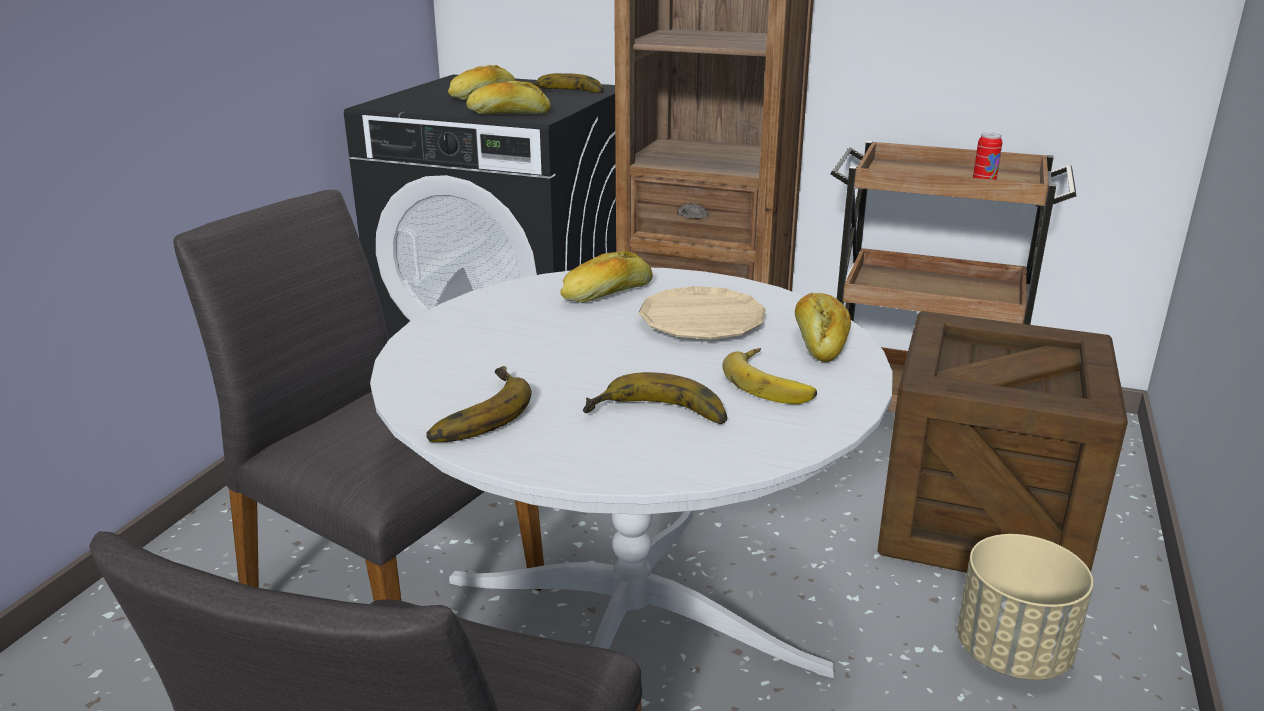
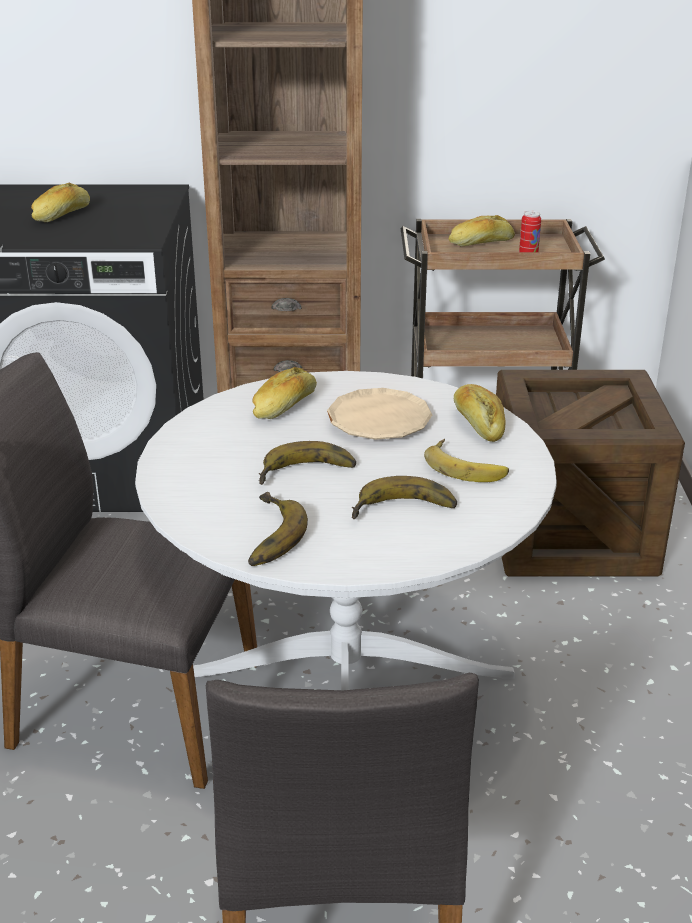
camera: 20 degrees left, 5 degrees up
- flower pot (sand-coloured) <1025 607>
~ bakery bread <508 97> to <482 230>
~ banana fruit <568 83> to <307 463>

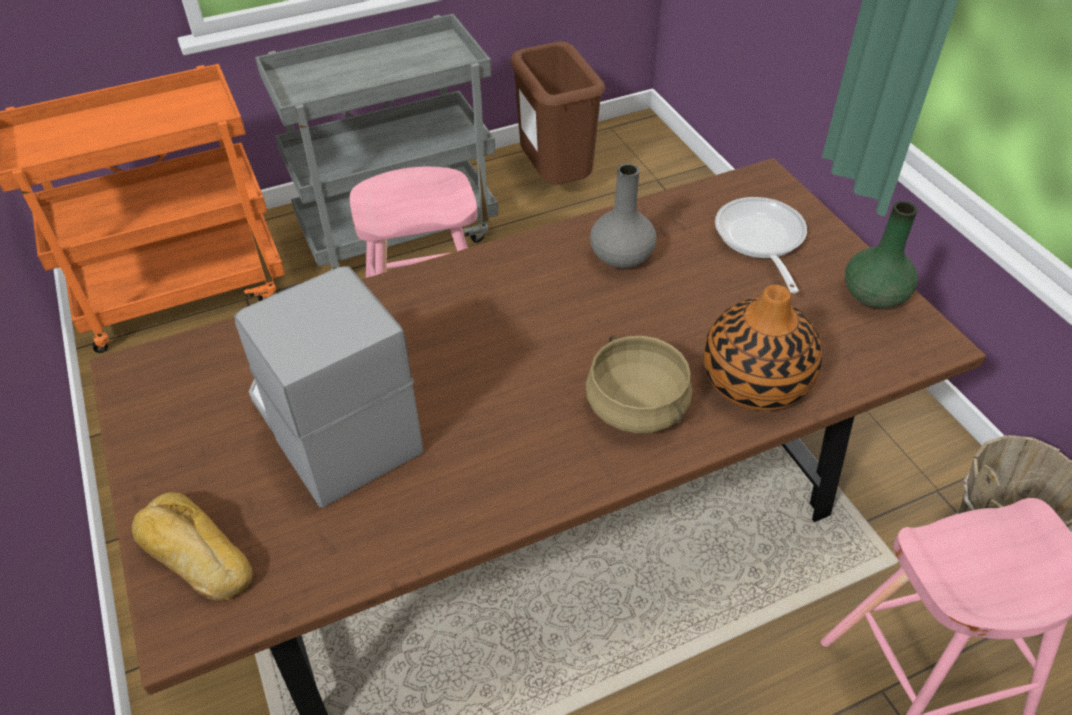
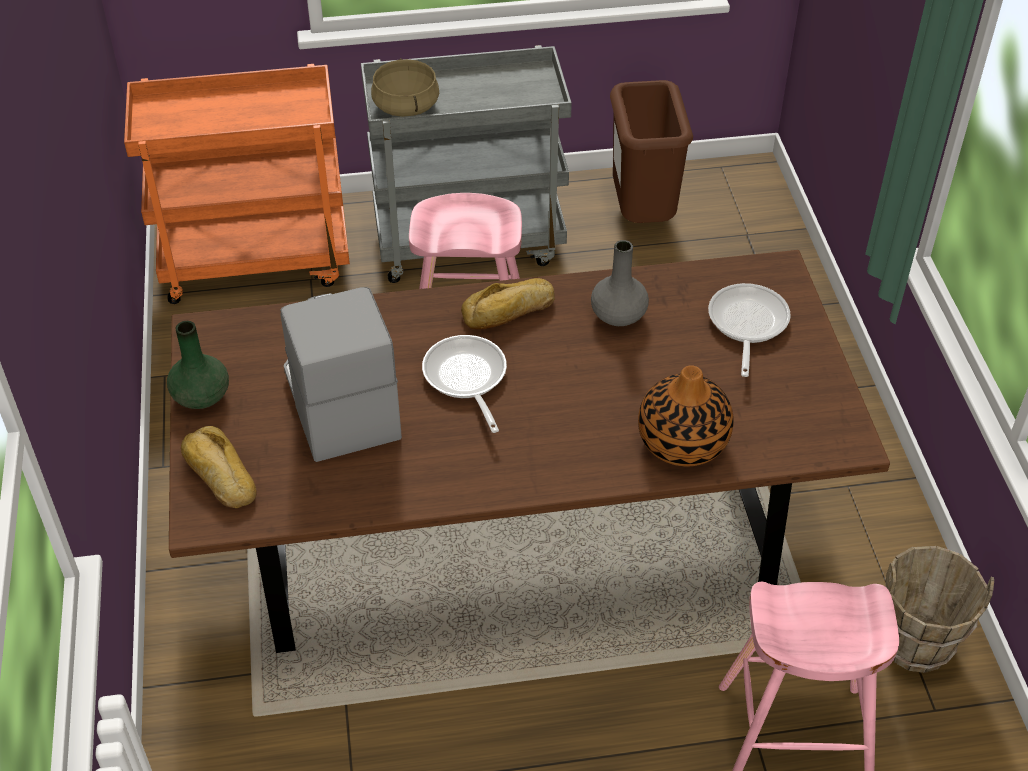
camera: 15 degrees right, 0 degrees up
+ frying pan <464 384>
+ bakery bread <508 304>
~ saucepot (sand-coloured) <639 384> to <405 87>
~ vase (green-coloured) <881 255> to <198 365>

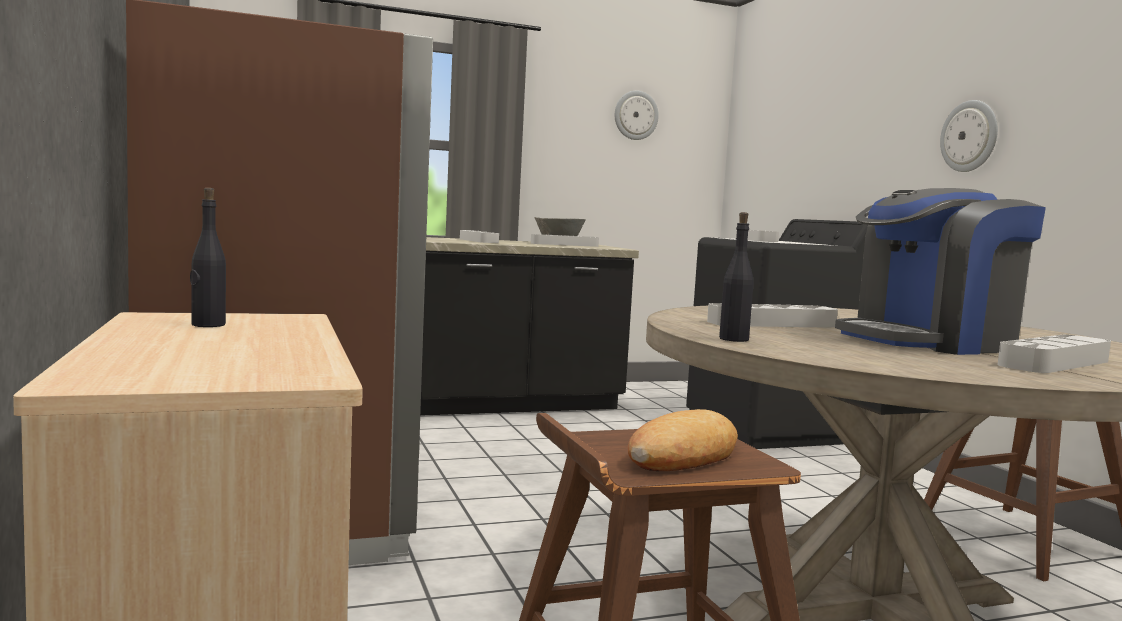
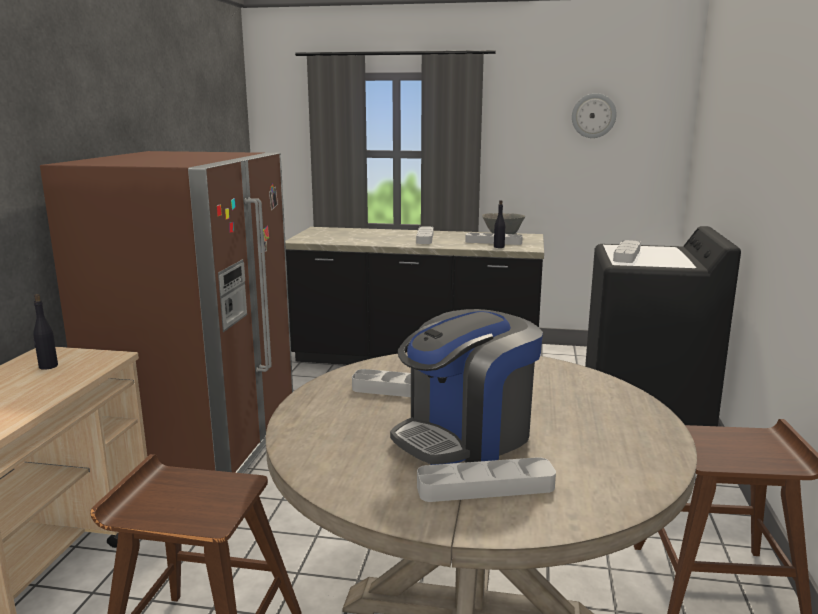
camera: 30 degrees right, 10 degrees up
- bakery bread <683 440>
- wall clock <969 136>
~ bottle (black) <736 277> to <499 224>
~ coffee brewer <940 271> = <466 387> 45 degrees counterclockwise

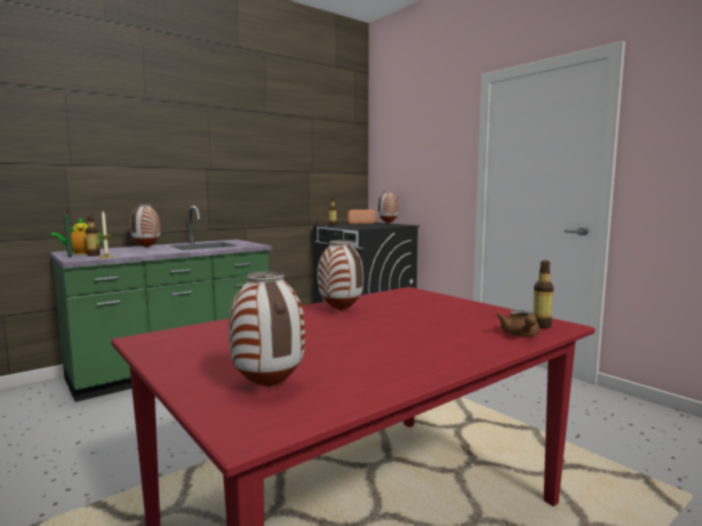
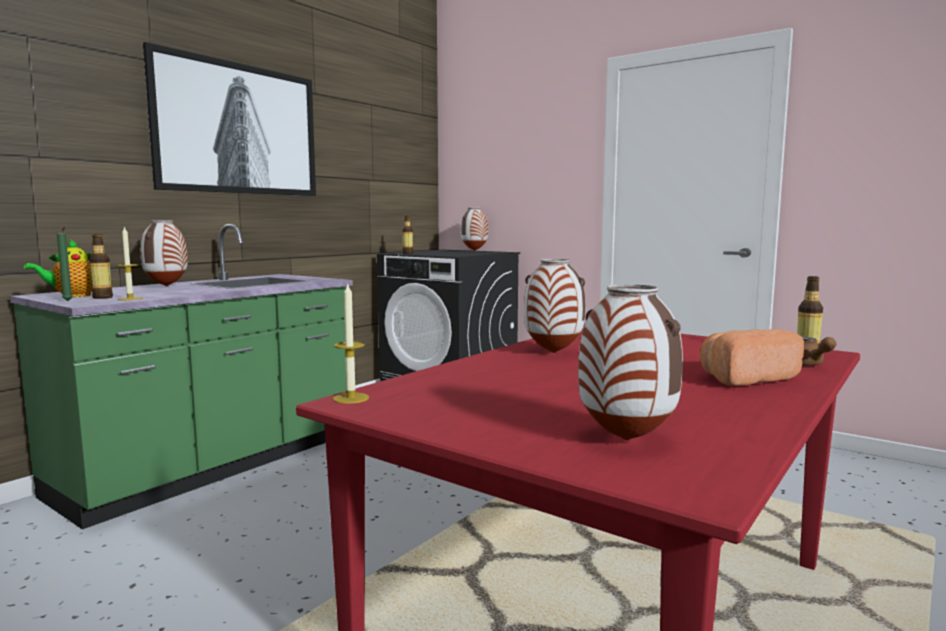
camera: 15 degrees left, 0 degrees up
+ picture <229 119>
+ candle <351 343>
~ bakery bread <361 217> to <752 357>

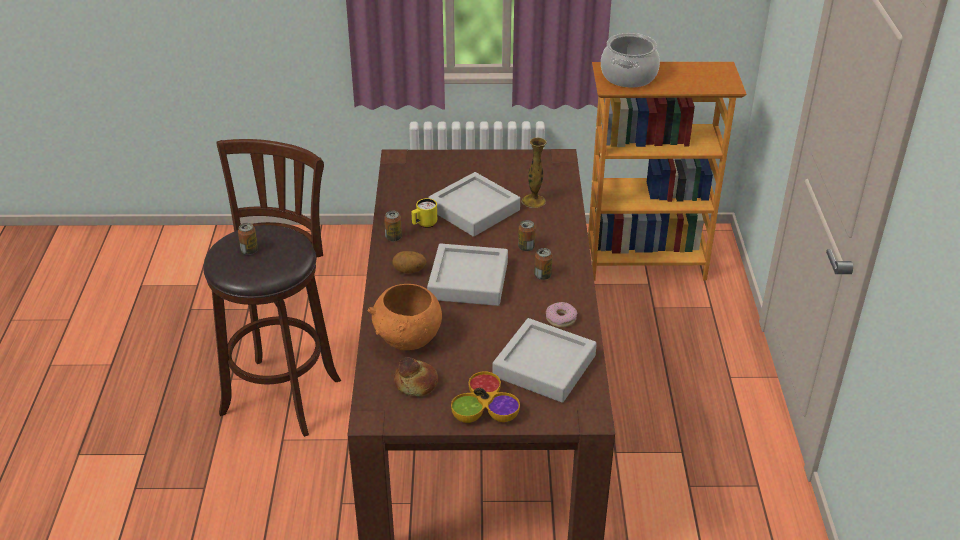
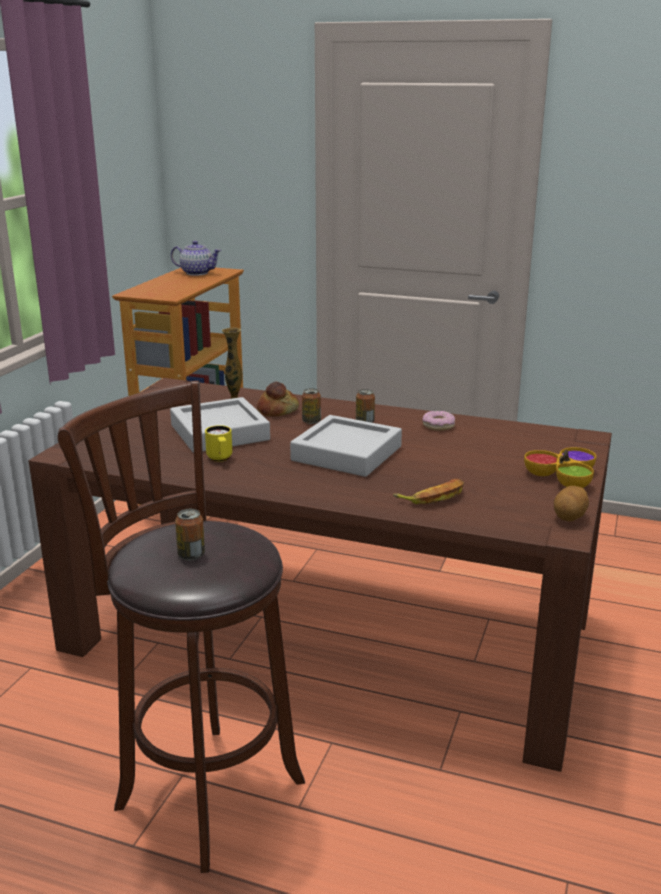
camera: 70 degrees left, 15 degrees down
- can <393 226>
- tray (grey) <544 360>
- saucepot <630 60>
+ pot for tea <196 258>
~ potato <409 262> to <571 503>
~ bakery bread <416 376> to <278 399>
~ bowl (orange-coloured) <405 317> to banana fruit <428 491>

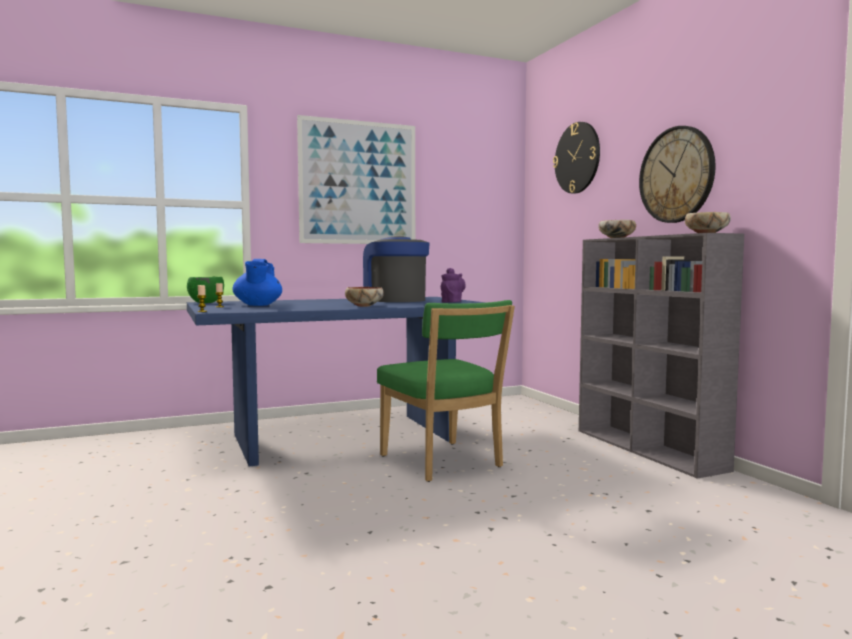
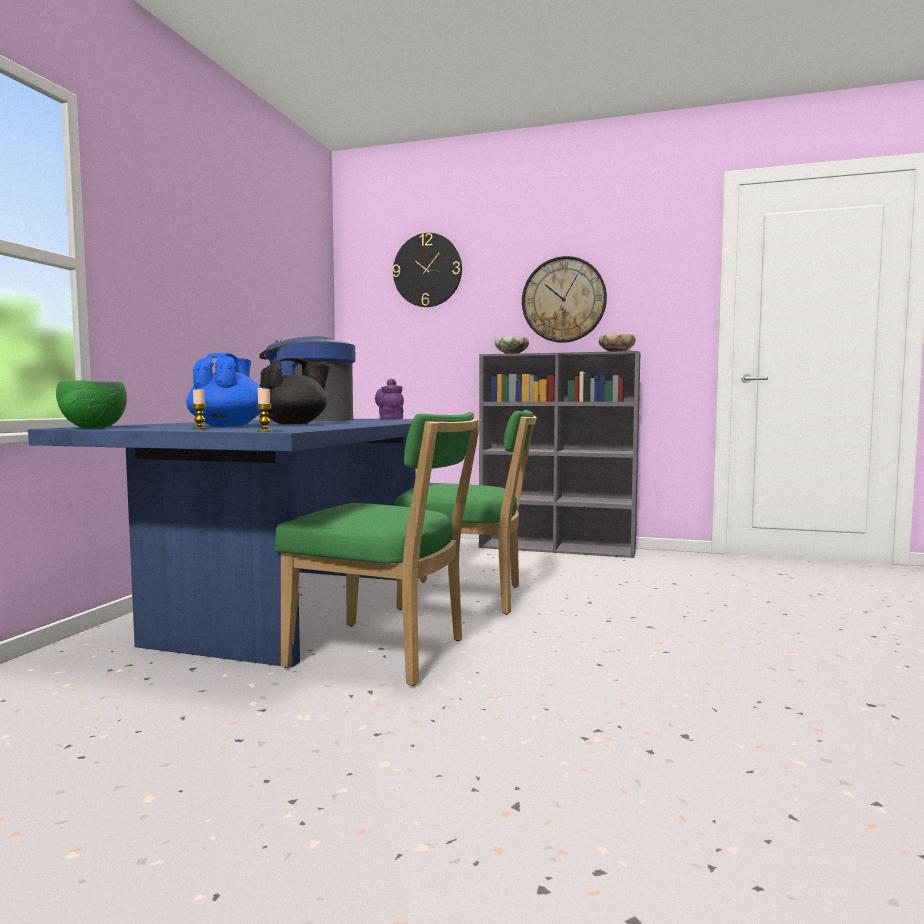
camera: 50 degrees left, 0 degrees up
- picture <356 179>
- bowl <364 297>
+ pot for tea (black) <295 391>
+ chair (green-coloured) <377 549>
~ pot for tea (blue-coloured) <257 282> = <223 390> 120 degrees counterclockwise

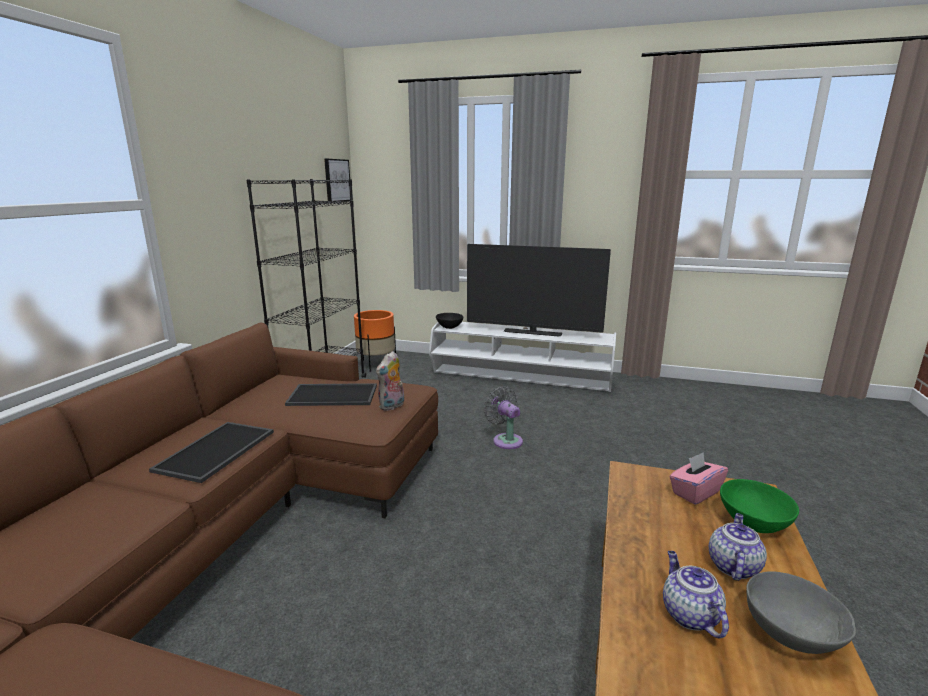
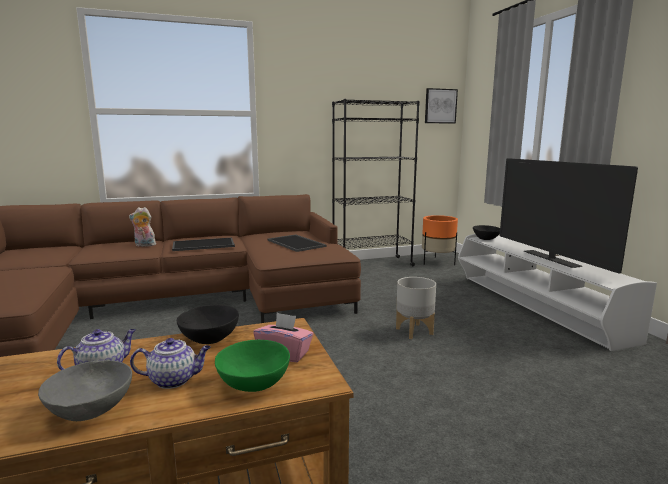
camera: 55 degrees right, 5 degrees down
+ bowl (black) <208 324>
~ plush toy <390 381> to <142 227>
~ electric fan (grey) <503 417> to flower pot (grey) <416 308>

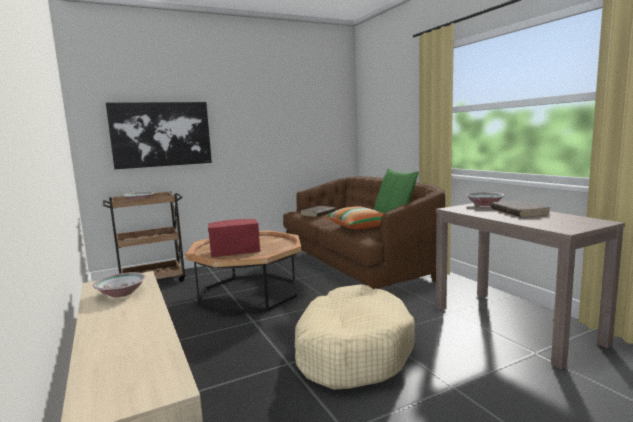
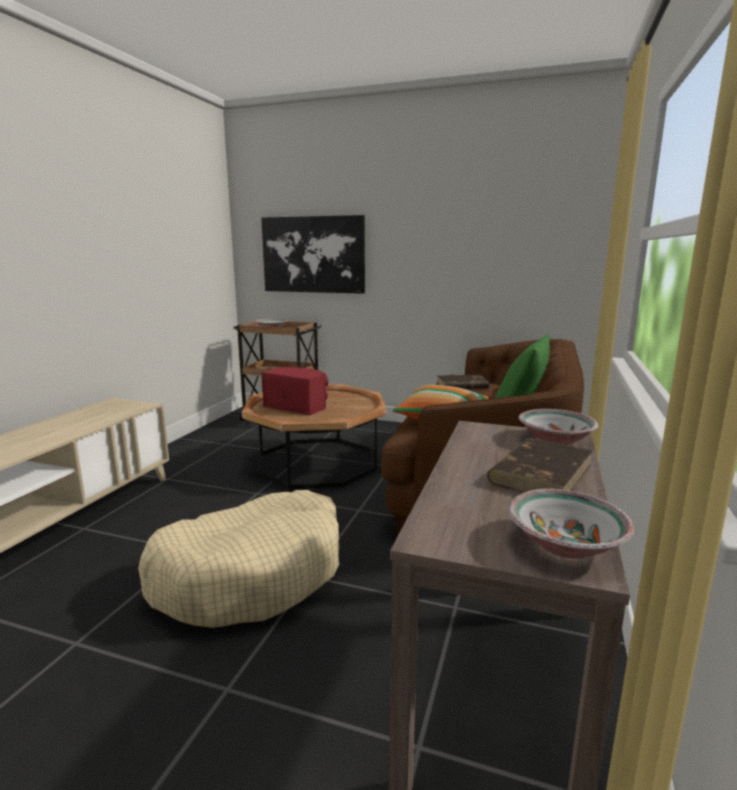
camera: 45 degrees right, 5 degrees up
~ bowl <119 284> to <571 523>

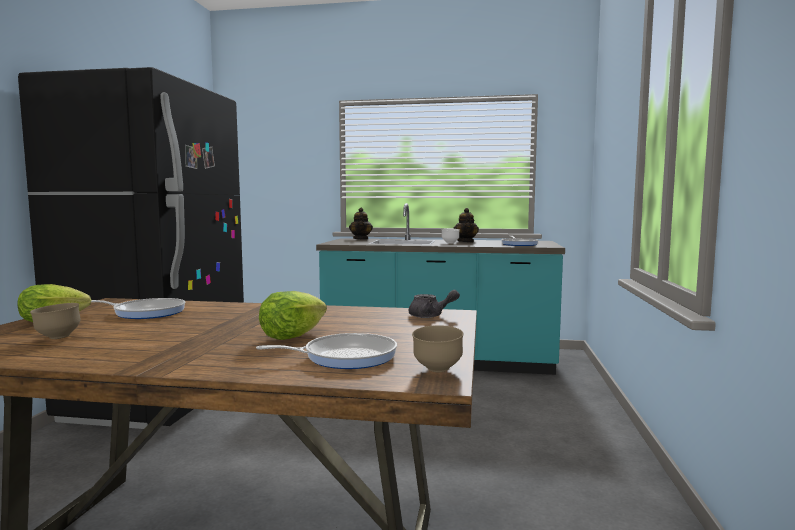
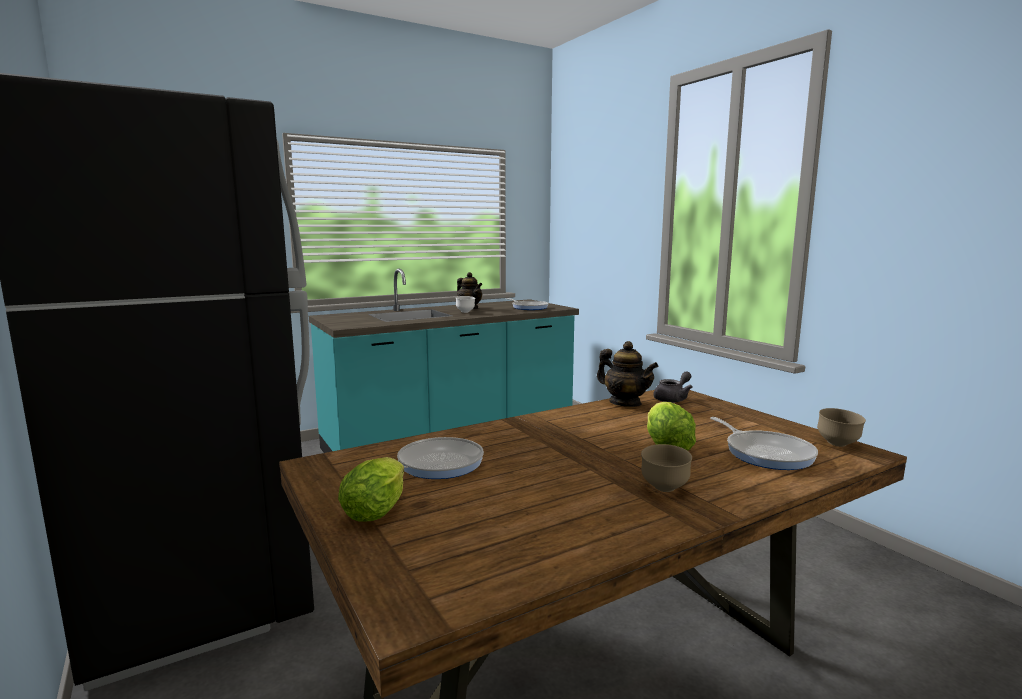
camera: 40 degrees left, 5 degrees up
~ bowl (brown) <55 321> to <666 468>
~ pot for tea <361 223> to <628 374>
~ frying pan <326 351> = <764 443> 120 degrees clockwise

